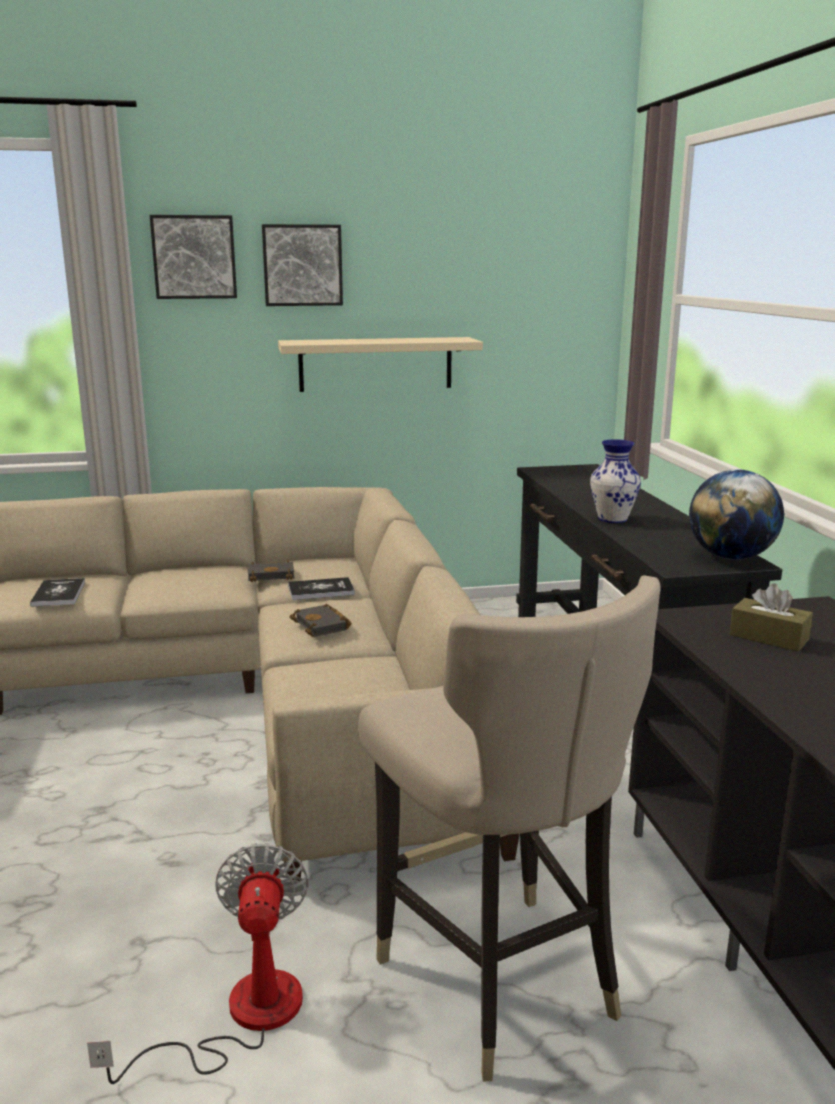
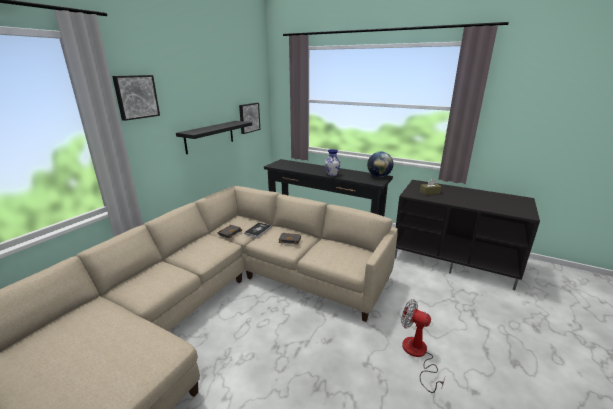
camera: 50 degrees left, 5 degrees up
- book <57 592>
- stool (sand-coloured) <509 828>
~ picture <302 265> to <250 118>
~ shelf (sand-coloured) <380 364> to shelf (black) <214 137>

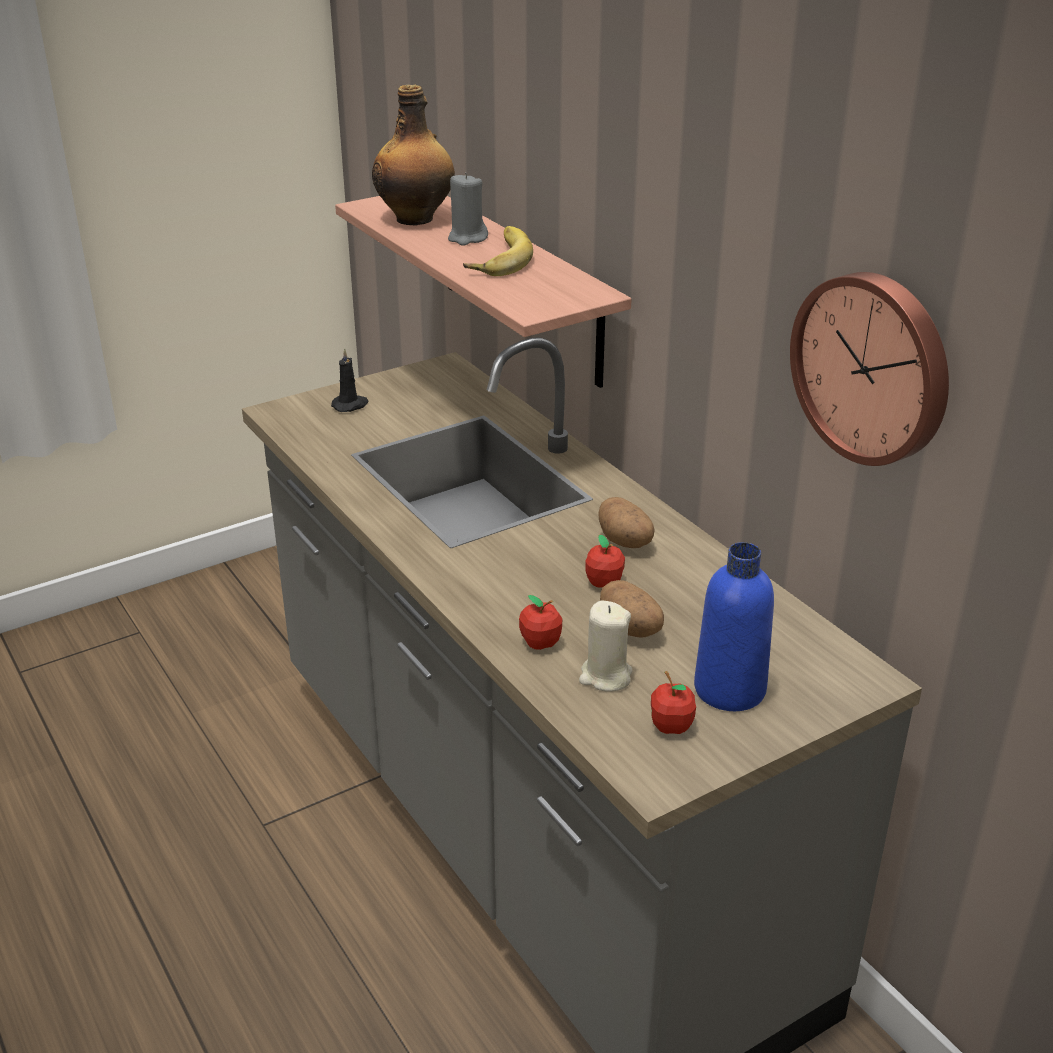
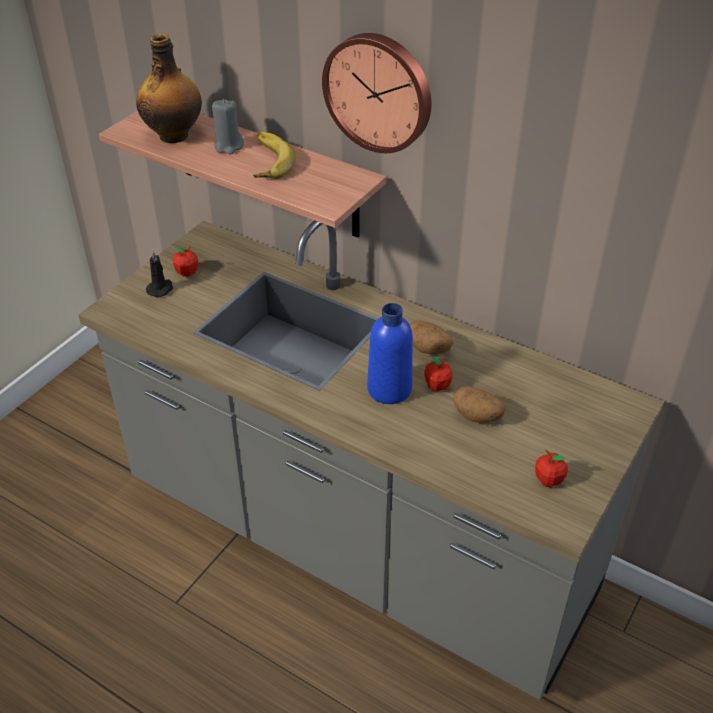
camera: 25 degrees left, 10 degrees up
- candle (sand-coloured) <606 646>
~ apple fruit <540 622> to <185 262>
~ bottle (blue-coloured) <734 626> to <390 353>
~ wall clock <869 369> to <376 93>

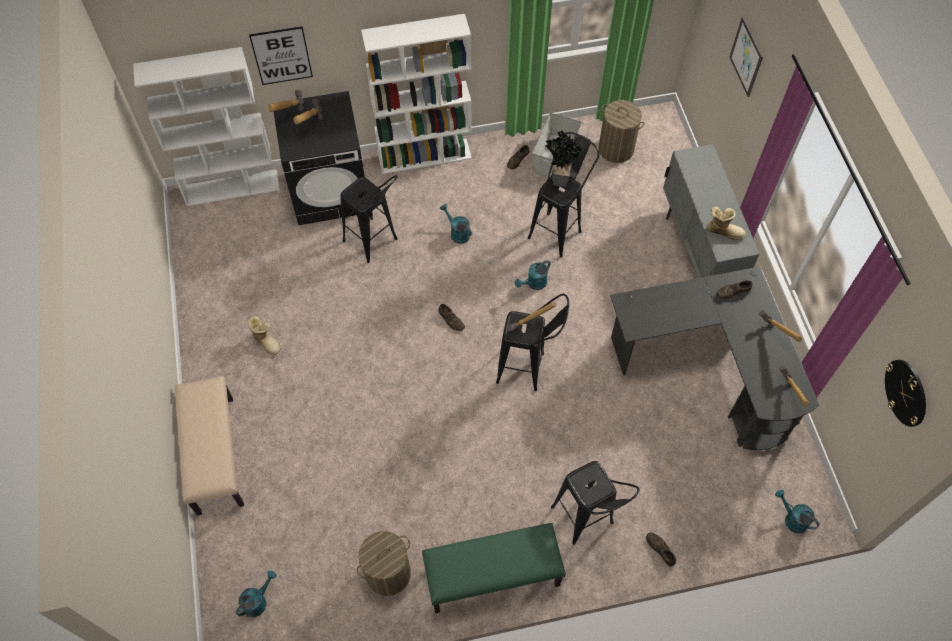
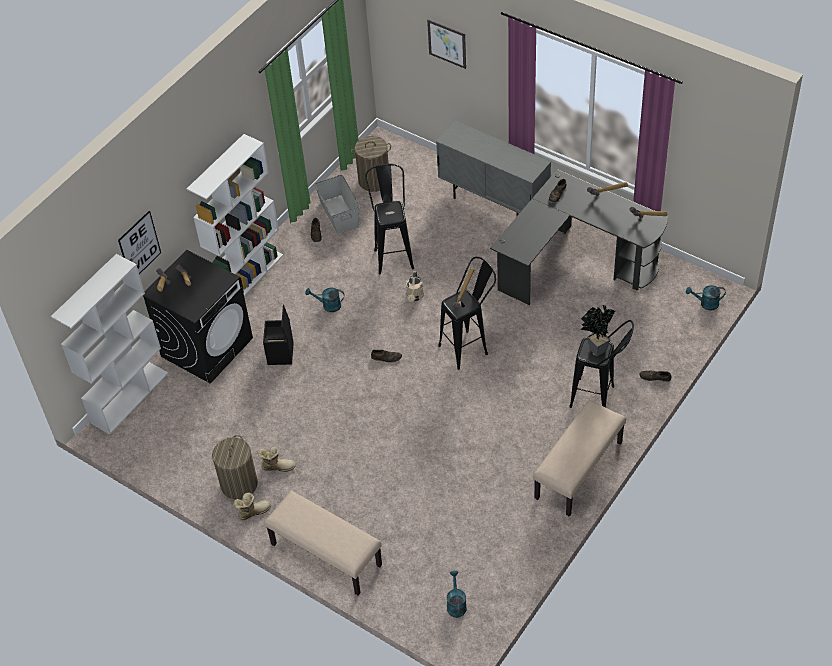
camera: 40 degrees left, 10 degrees down
- wall clock <905 393>
~ hamper <384 563> to <235 467>
~ plant in a pot <564 158> to <598 331>
~ high-top boot <726 223> to <252 506>
~ stool (black) <369 219> to storage box (black) <278 335>
~ bench (green-coloured) <494 568> to bench (sand-coloured) <579 458>
~ sprinkling can (turquoise) <533 275> to sprinkling can (sand-coloured) <415 286>

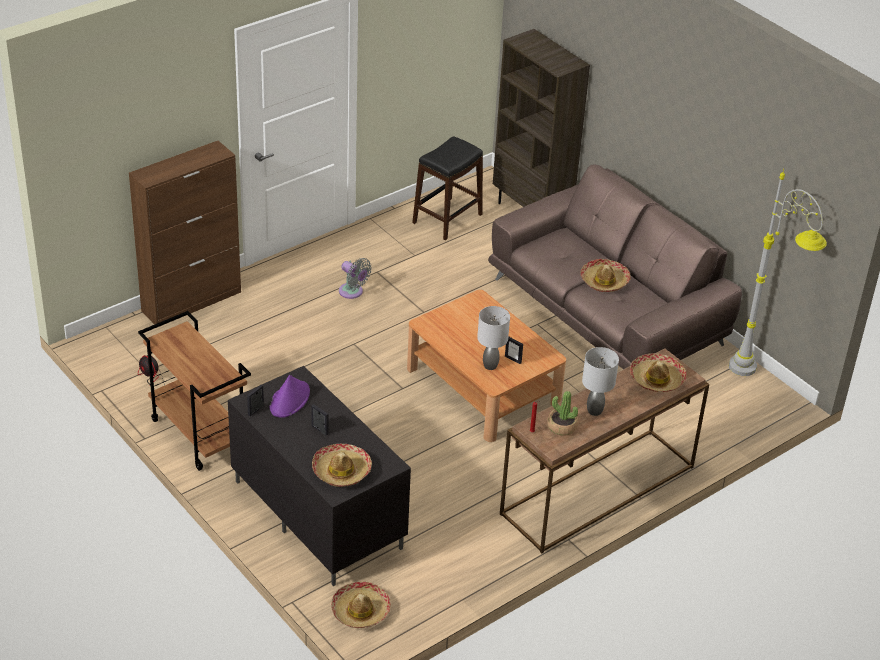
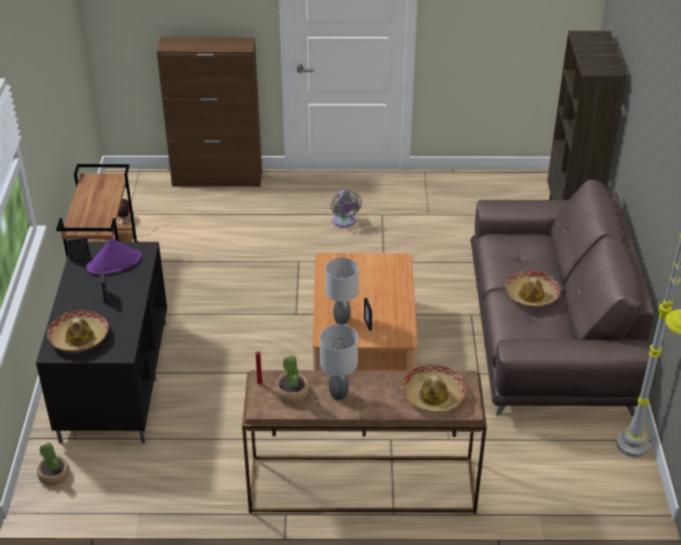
camera: 40 degrees right, 0 degrees up
- stool (black) <447 188>
~ wearable hat <361 605> to plant in a pot <53 464>

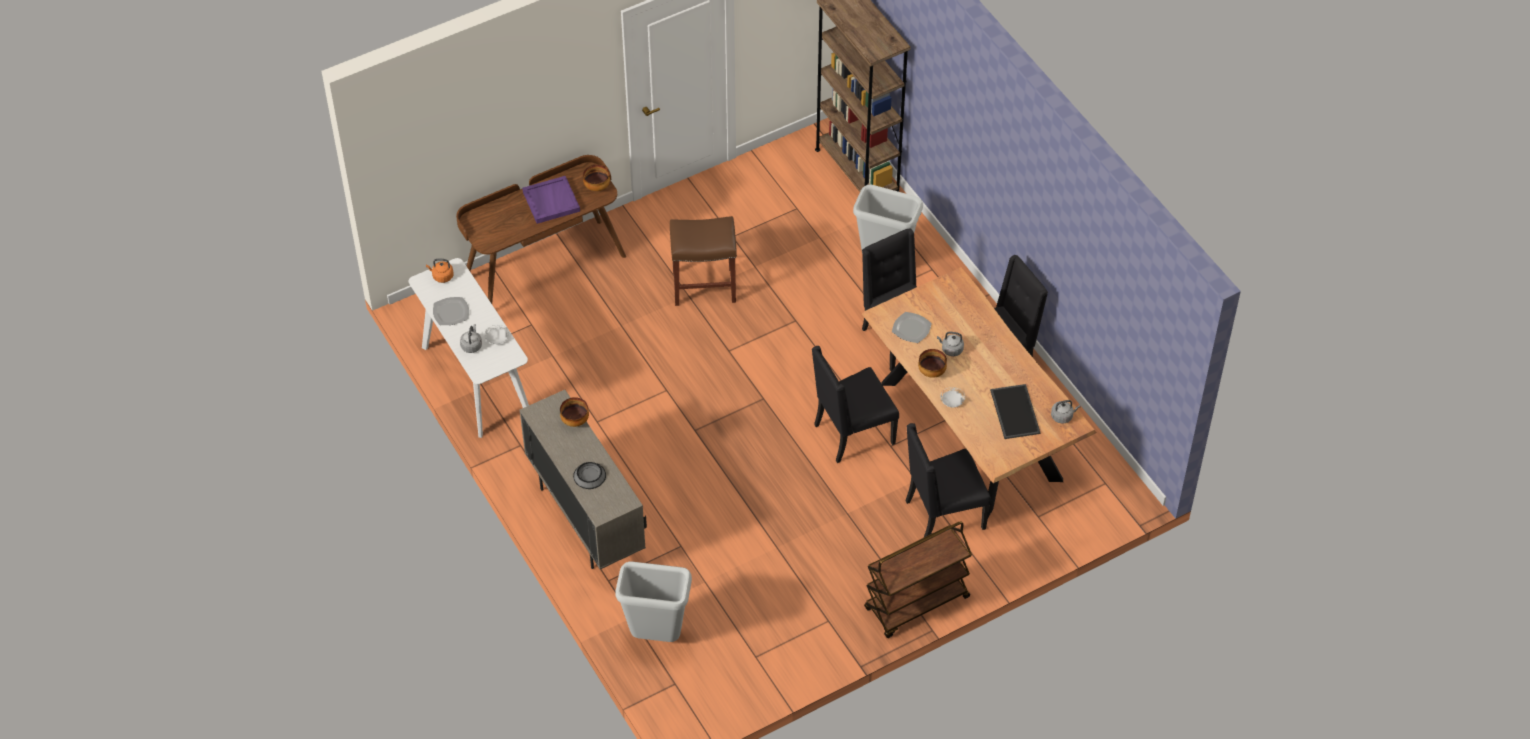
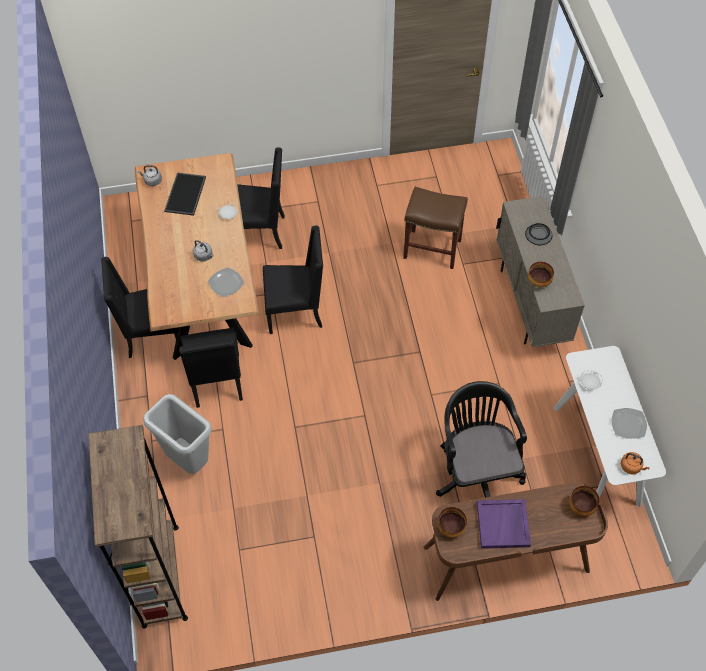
camera: 160 degrees left, 5 degrees up
- tea kettle (grey) <471 338>
- rubbish bin (grey) <653 601>
- cart (brown) <918 579>
+ computer chair (black) <481 439>
~ stool (brown) <703 261> to <435 228>
~ bowl <932 363> to <584 501>

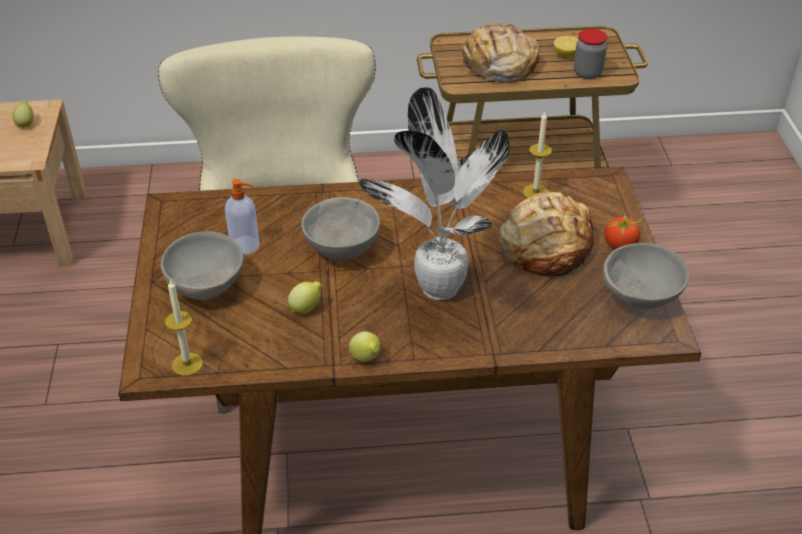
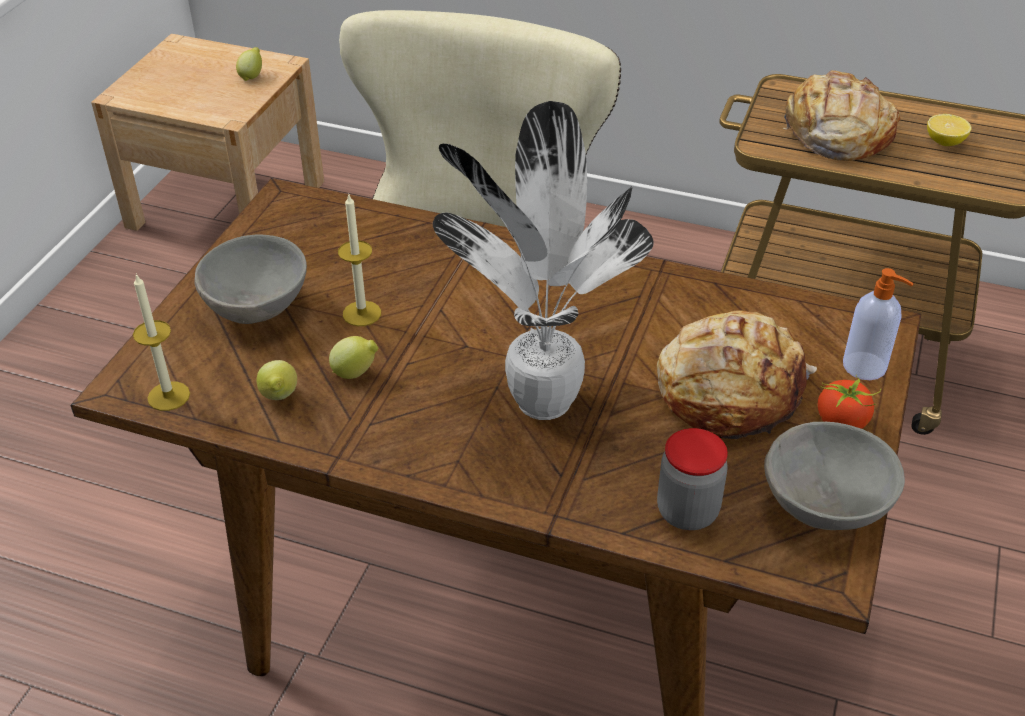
camera: 25 degrees right, 0 degrees up
- bowl (grey) <340 228>
~ liquid soap bottle <242 217> to <878 324>
~ lemon <364 346> to <276 380>
~ candle <537 155> to <359 259>
~ preserve jar <590 54> to <692 479>

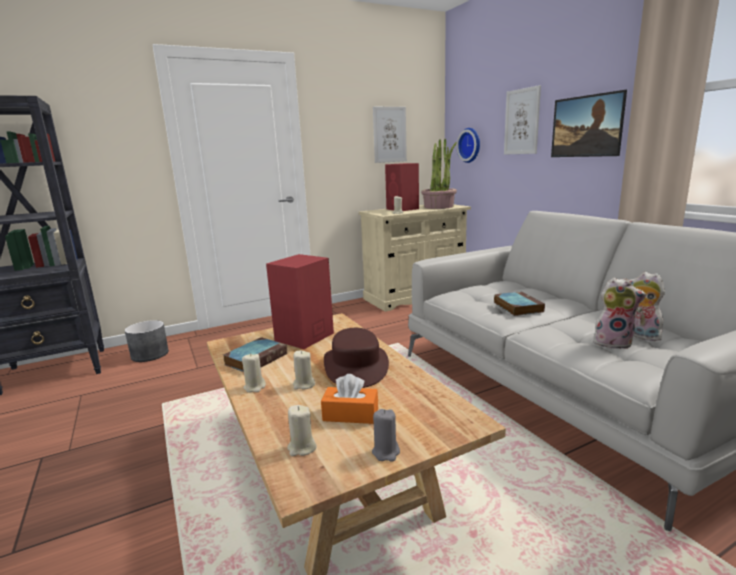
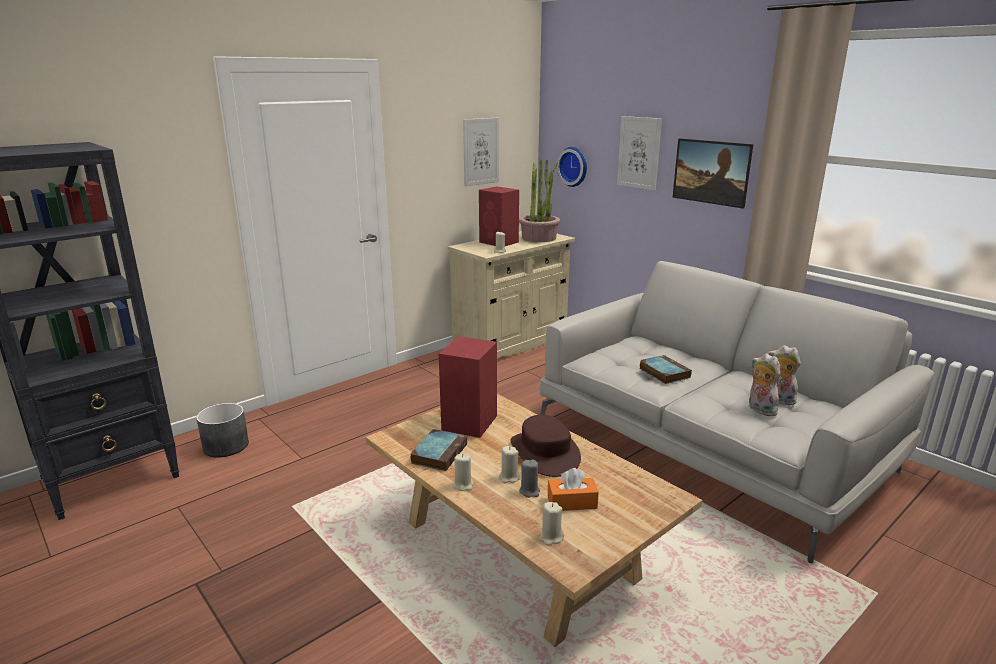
camera: 15 degrees left, 5 degrees up
~ candle (grey) <386 435> to <529 478>
~ plush toy <619 313> = <765 384> 120 degrees counterclockwise

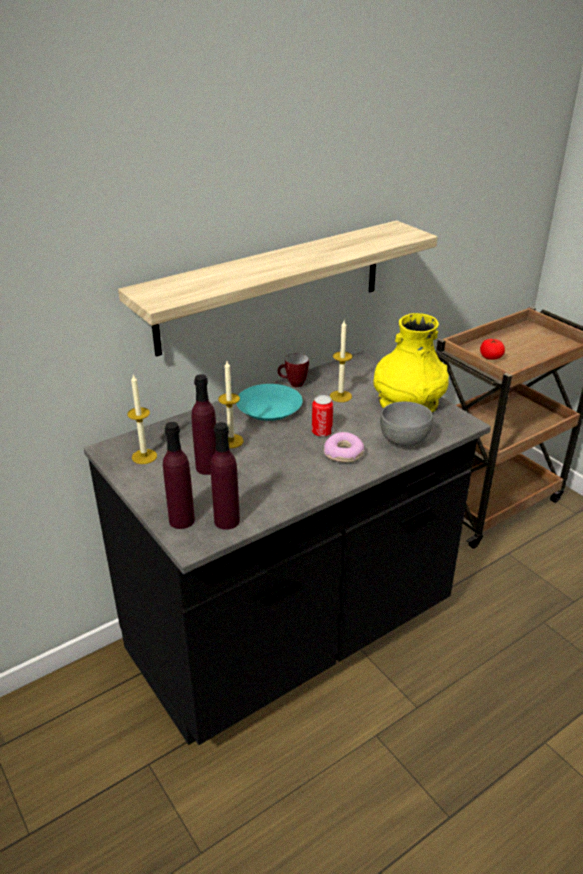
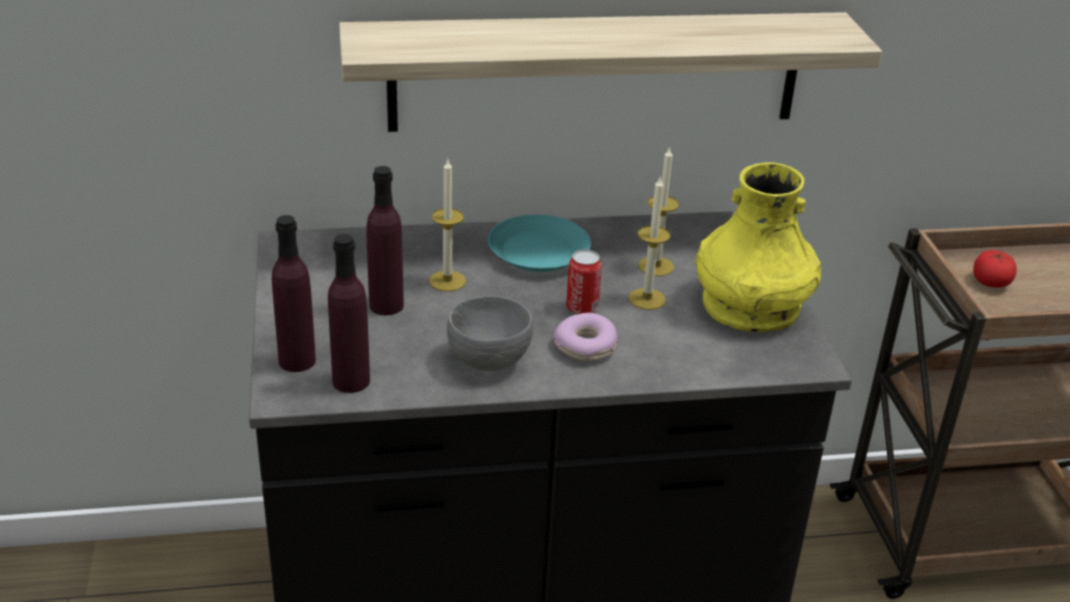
camera: 25 degrees right, 0 degrees up
- mug <293 370>
~ candle <142 419> to <649 243>
~ bowl (grey) <406 424> to <490 333>

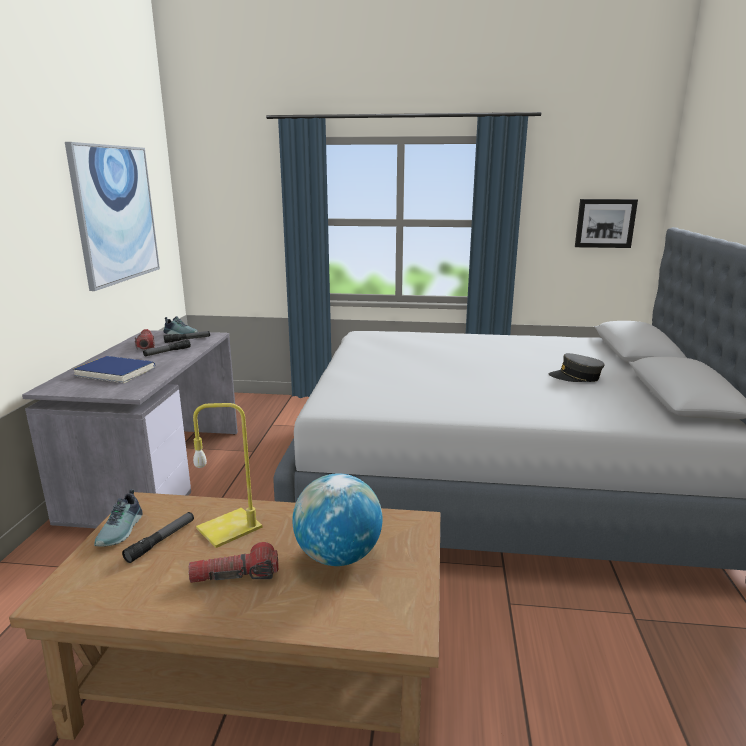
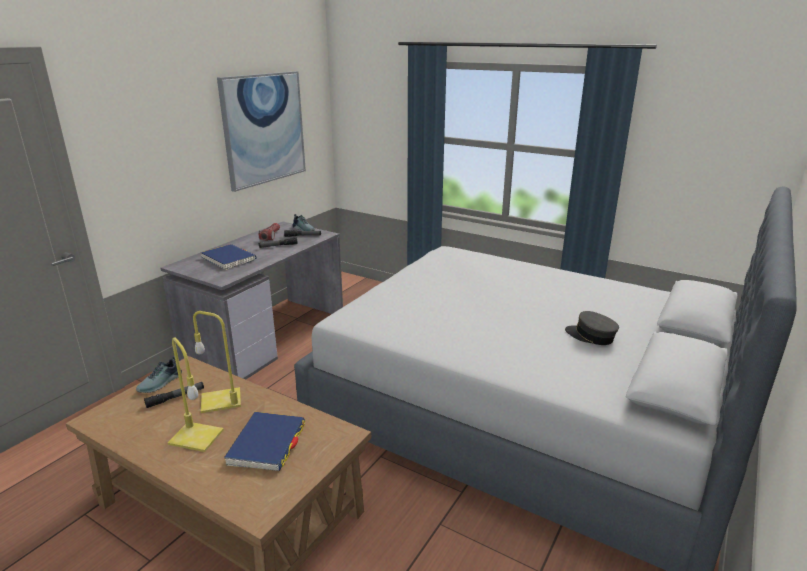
camera: 25 degrees right, 5 degrees up
- picture <606 223>
~ torch <233 562> to tabletop lamp (yellow) <196 395>
~ globe <337 519> to book (blue-coloured) <264 441>

